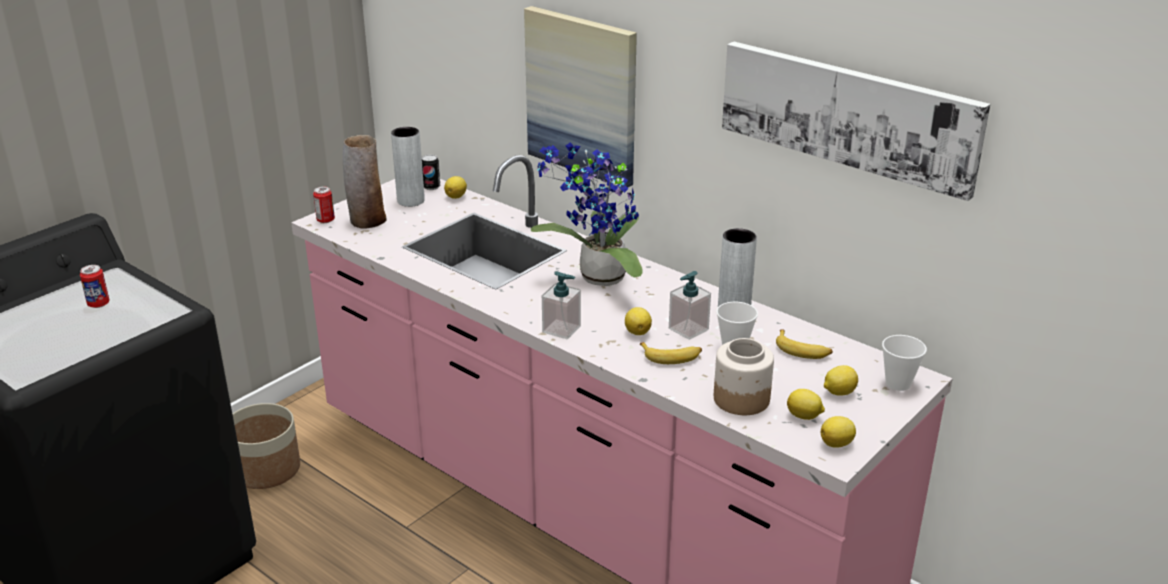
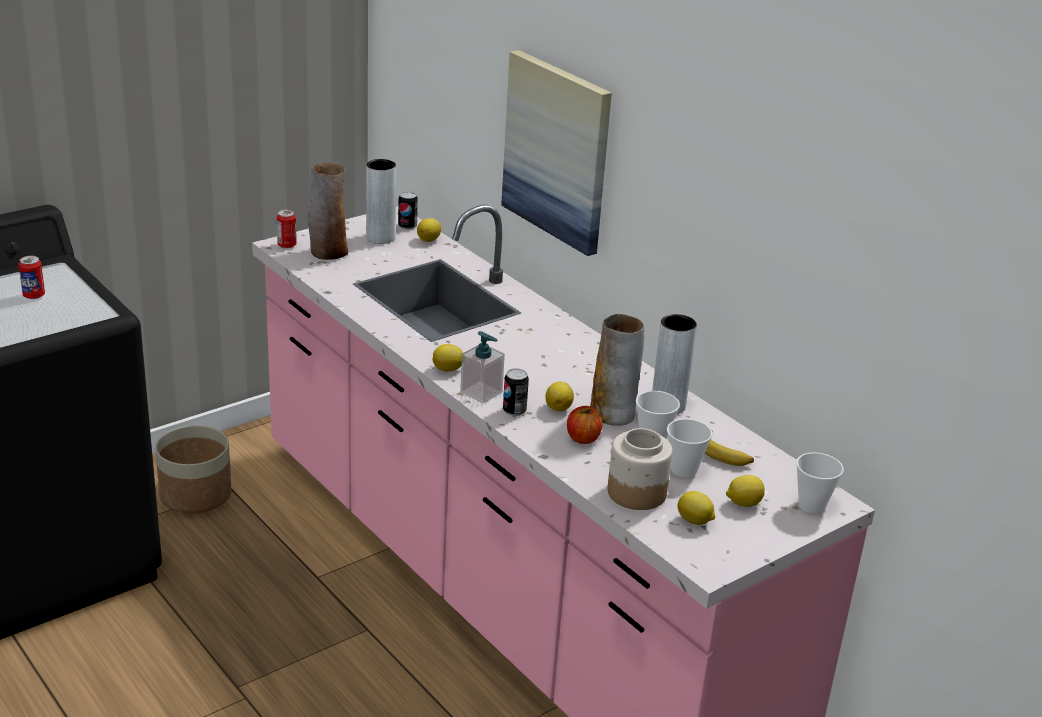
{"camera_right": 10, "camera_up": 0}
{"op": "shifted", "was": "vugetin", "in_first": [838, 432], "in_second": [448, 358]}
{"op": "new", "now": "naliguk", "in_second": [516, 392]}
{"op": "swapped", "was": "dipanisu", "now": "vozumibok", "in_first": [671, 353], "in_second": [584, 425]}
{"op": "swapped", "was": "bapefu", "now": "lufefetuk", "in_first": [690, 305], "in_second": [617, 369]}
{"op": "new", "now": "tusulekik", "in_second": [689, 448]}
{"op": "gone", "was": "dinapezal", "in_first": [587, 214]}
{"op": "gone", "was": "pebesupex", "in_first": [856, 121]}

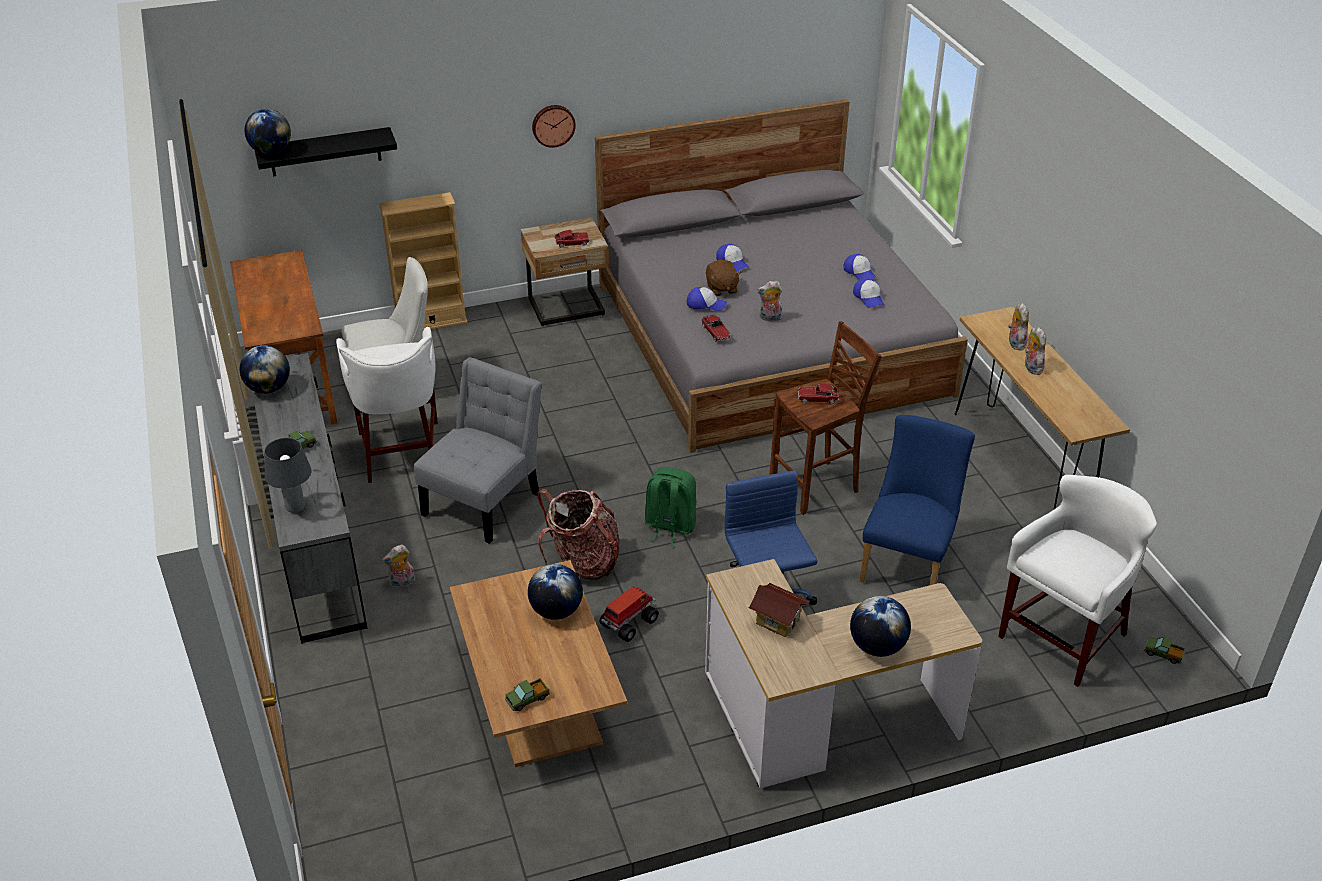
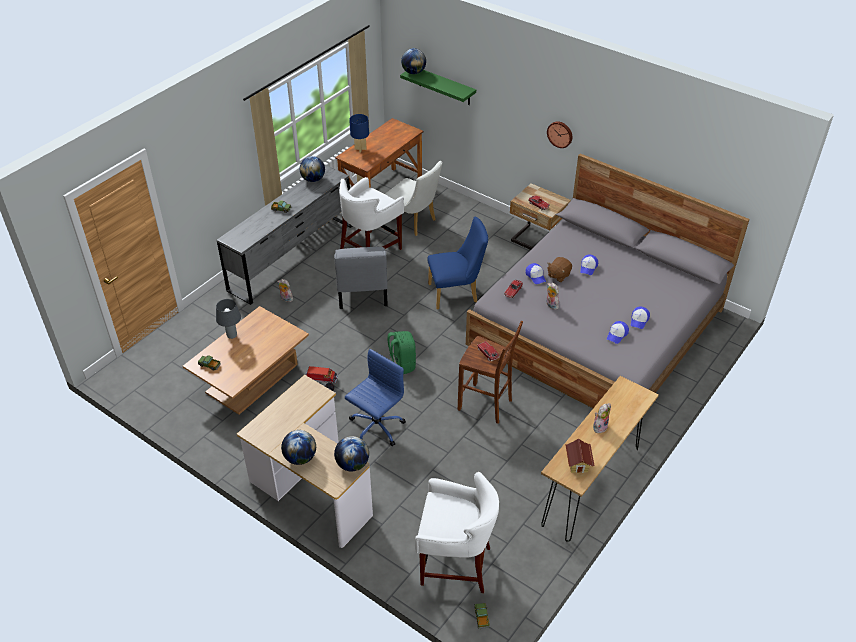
{"camera_right": 55, "camera_up": 5}
{"op": "shifted", "was": "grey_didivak", "in_first": [287, 475], "in_second": [228, 319]}
{"op": "rotated", "was": "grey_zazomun", "in_first": [478, 450], "in_second": [361, 278], "clockwise": 90}
{"op": "shifted", "was": "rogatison", "in_first": [555, 592], "in_second": [351, 453]}
{"op": "new", "now": "blue_didivak", "in_second": [359, 133]}
{"op": "repainted", "was": "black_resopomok", "now": "green_resopomok", "in_first": [326, 151], "in_second": [438, 87]}
{"op": "shifted", "was": "blue_zazomun", "in_first": [917, 500], "in_second": [457, 263]}
{"op": "shifted", "was": "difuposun", "in_first": [779, 610], "in_second": [580, 456]}
{"op": "gone", "was": "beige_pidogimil", "in_first": [423, 260]}
{"op": "gone", "was": "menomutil", "in_first": [578, 534]}
{"op": "gone", "was": "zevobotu", "in_first": [1018, 326]}

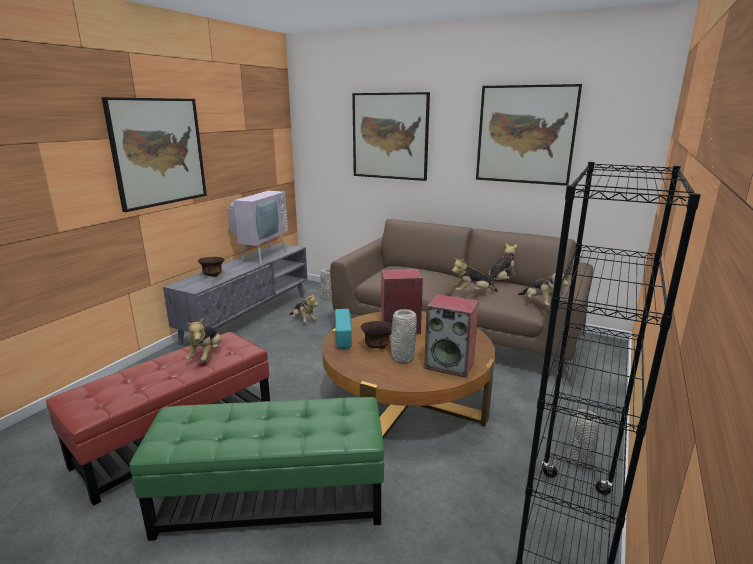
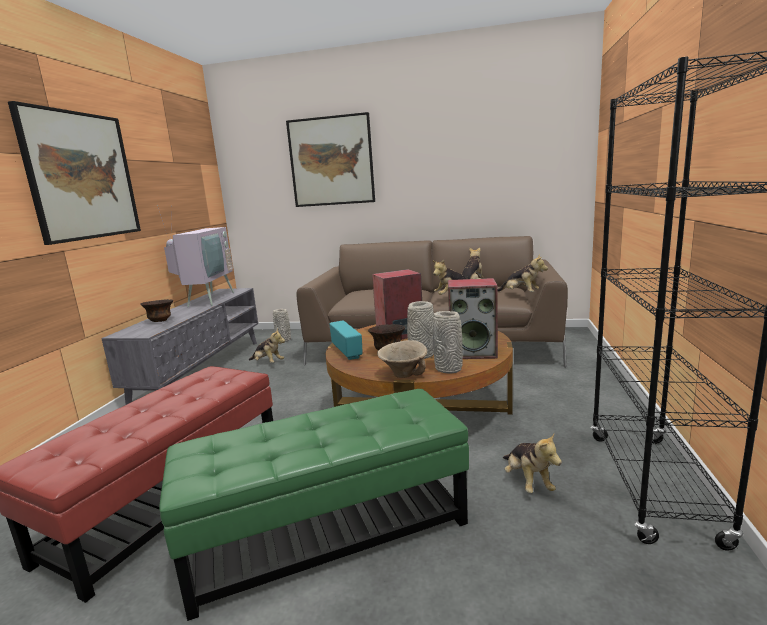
{"camera_right": -15, "camera_up": -5}
{"op": "new", "now": "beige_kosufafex", "in_second": [402, 359]}
{"op": "shifted", "was": "grey_lufefetuk", "in_first": [583, 439], "in_second": [447, 342]}
{"op": "shifted", "was": "zevobotu", "in_first": [203, 340], "in_second": [532, 463]}
{"op": "gone", "was": "pebesupex", "in_first": [529, 135]}

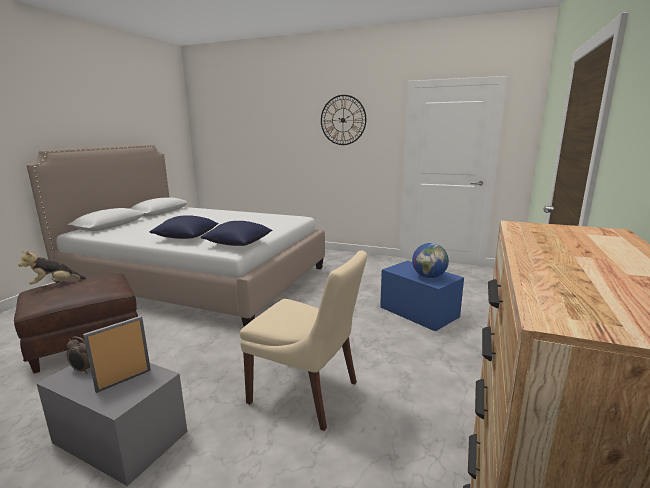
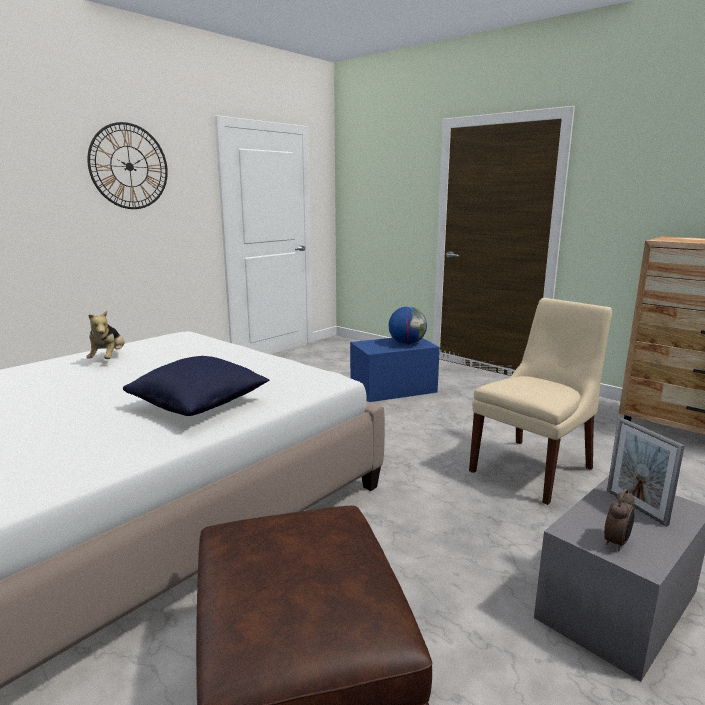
{"camera_right": -70, "camera_up": 0}
{"op": "shifted", "was": "zevobotu", "in_first": [52, 268], "in_second": [105, 334]}
{"op": "gone", "was": "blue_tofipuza", "in_first": [237, 233]}

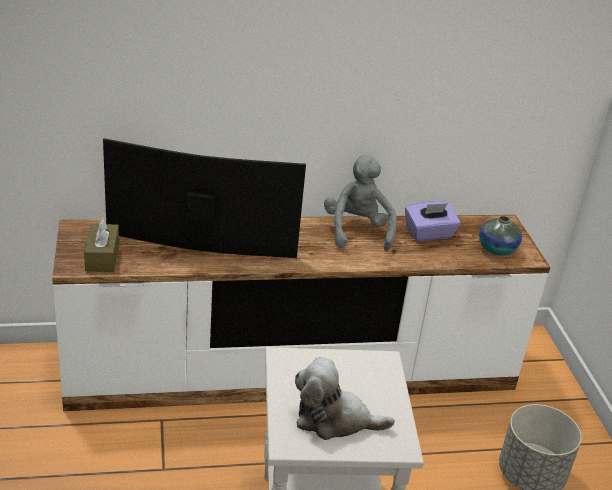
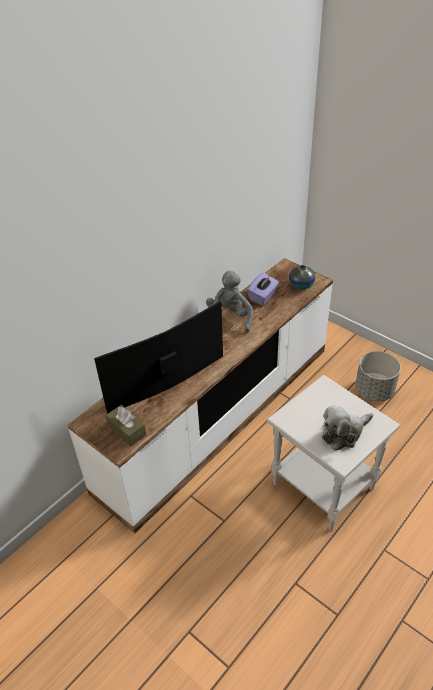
{"camera_right": -35, "camera_up": 10}
{"op": "rotated", "was": "grey_zevobotu", "in_first": [360, 203], "in_second": [229, 302], "clockwise": 45}

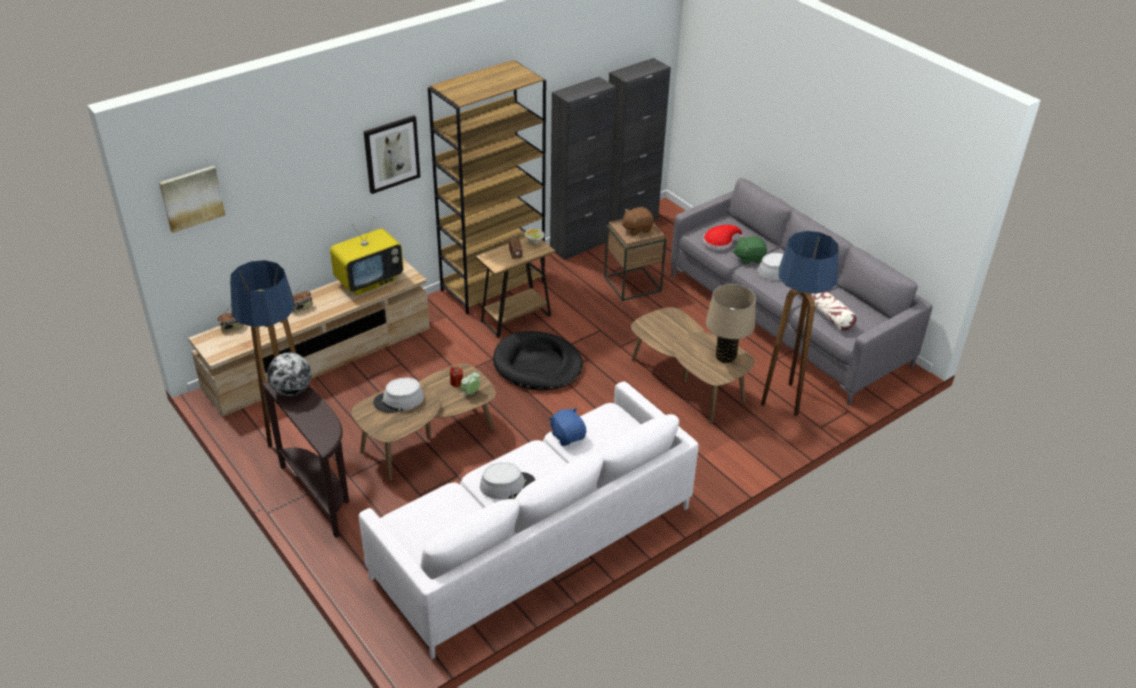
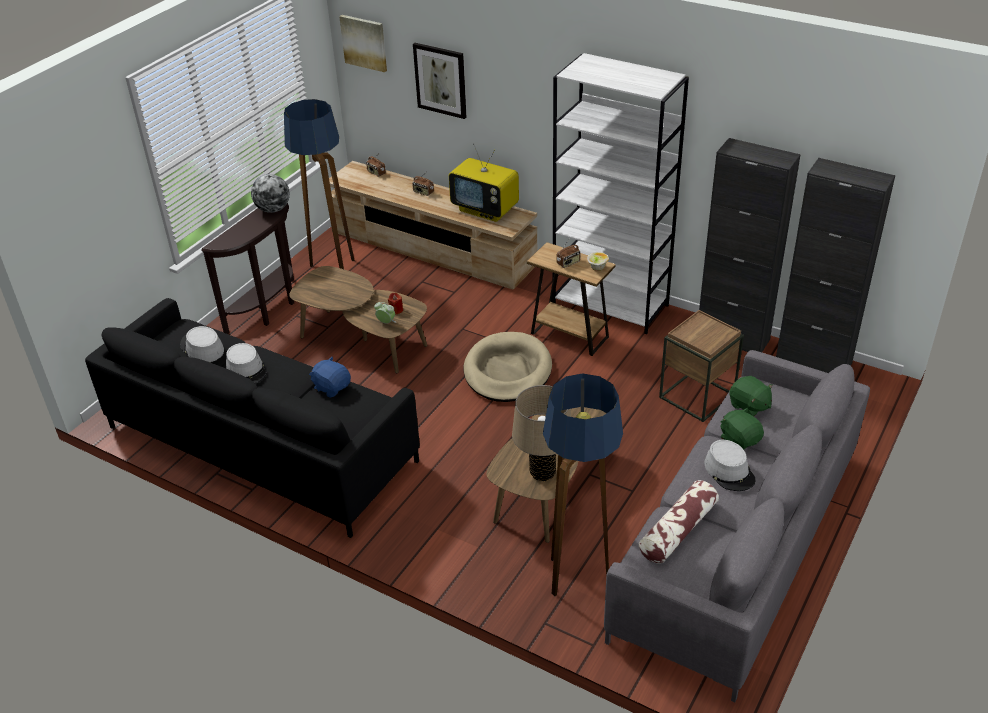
{"camera_right": 70, "camera_up": 0}
{"op": "repainted", "was": "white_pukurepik", "now": "black_pukurepik", "in_first": [528, 520], "in_second": [252, 418]}
{"op": "shifted", "was": "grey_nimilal", "in_first": [398, 395], "in_second": [202, 344]}
{"op": "rotated", "was": "blue_zevobotu", "in_first": [567, 427], "in_second": [330, 377], "clockwise": -90}
{"op": "shifted", "was": "pebesupex", "in_first": [391, 154], "in_second": [439, 81]}
{"op": "repainted", "was": "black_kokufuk", "now": "beige_kokufuk", "in_first": [538, 360], "in_second": [508, 367]}
{"op": "repainted", "was": "brown_pidogimil", "now": "white_pidogimil", "in_first": [487, 187], "in_second": [621, 193]}
{"op": "swapped", "was": "red_nimilal", "now": "green_zevobotu", "in_first": [723, 237], "in_second": [751, 396]}
{"op": "gone", "was": "brown_zevobotu", "in_first": [638, 221]}

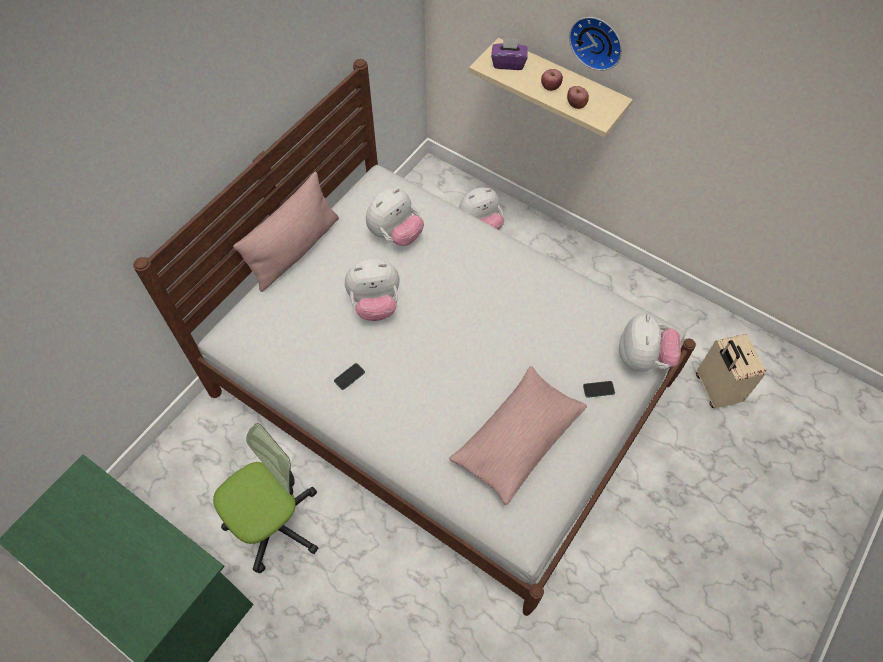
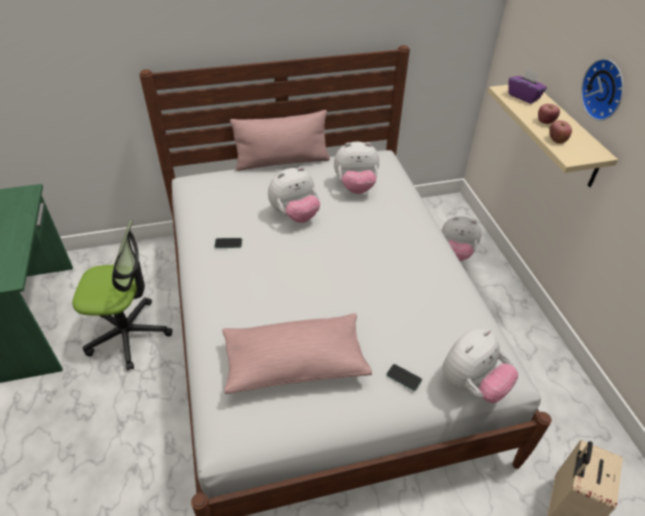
{"camera_right": 40, "camera_up": -15}
{"op": "rotated", "was": "zevobotu", "in_first": [372, 290], "in_second": [294, 195], "clockwise": -60}

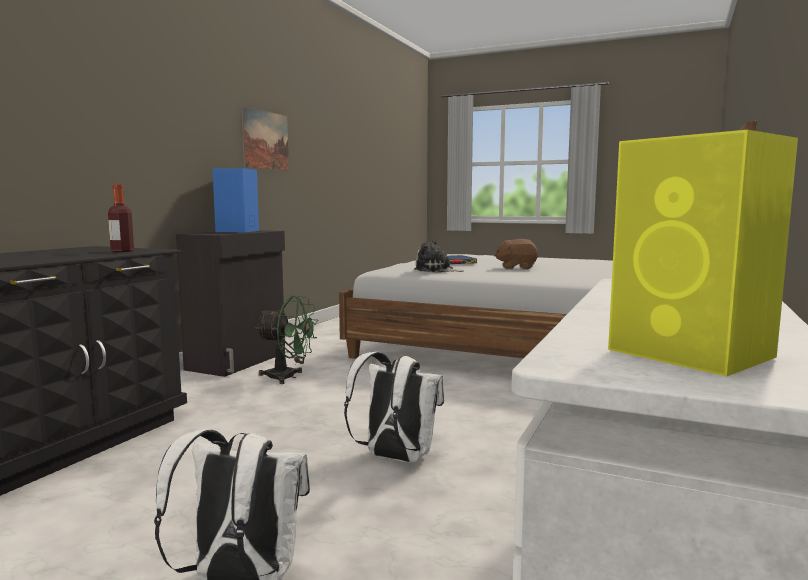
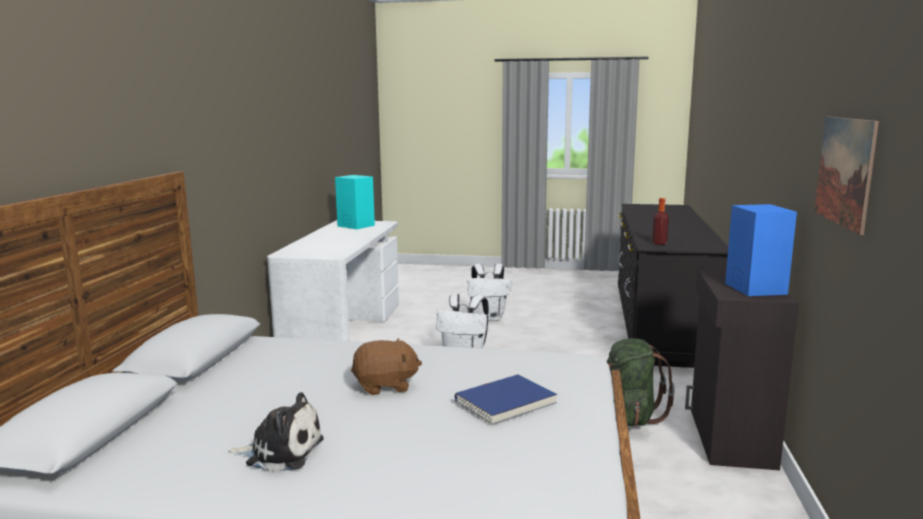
{"camera_right": 165, "camera_up": 5}
{"op": "shifted", "was": "zevobotu", "in_first": [439, 256], "in_second": [276, 432]}
{"op": "repainted", "was": "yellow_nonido", "now": "turquoise_nonido", "in_first": [703, 253], "in_second": [355, 202]}
{"op": "swapped", "was": "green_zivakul", "now": "green_menomutil", "in_first": [286, 339], "in_second": [641, 382]}

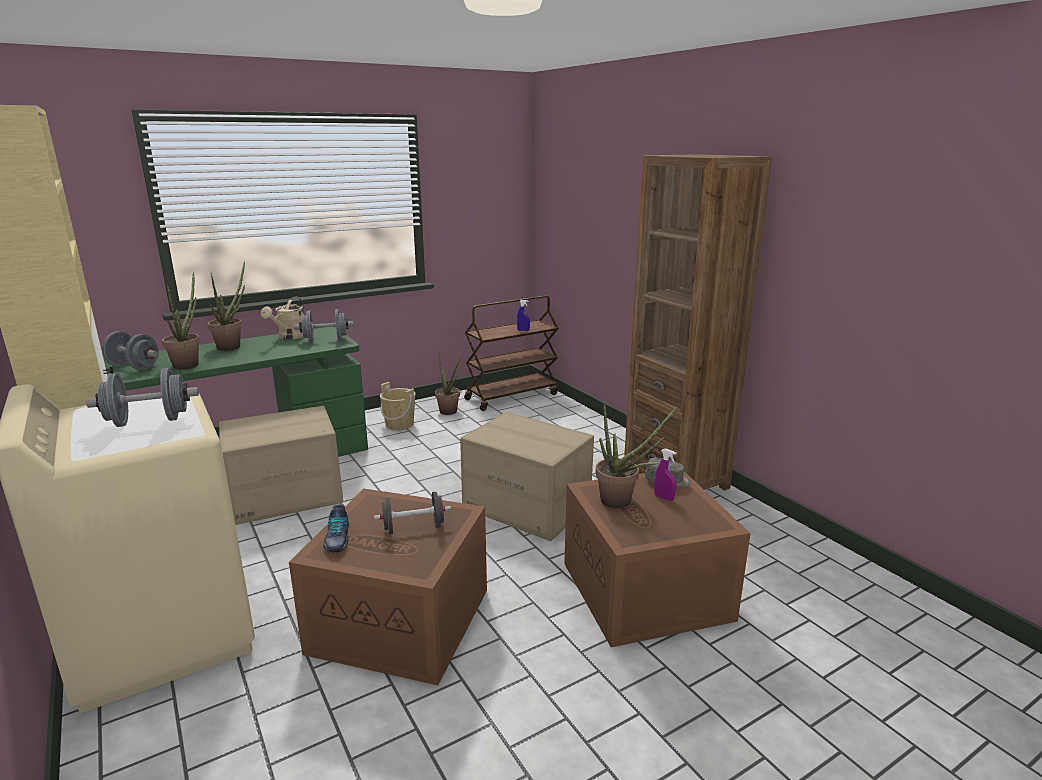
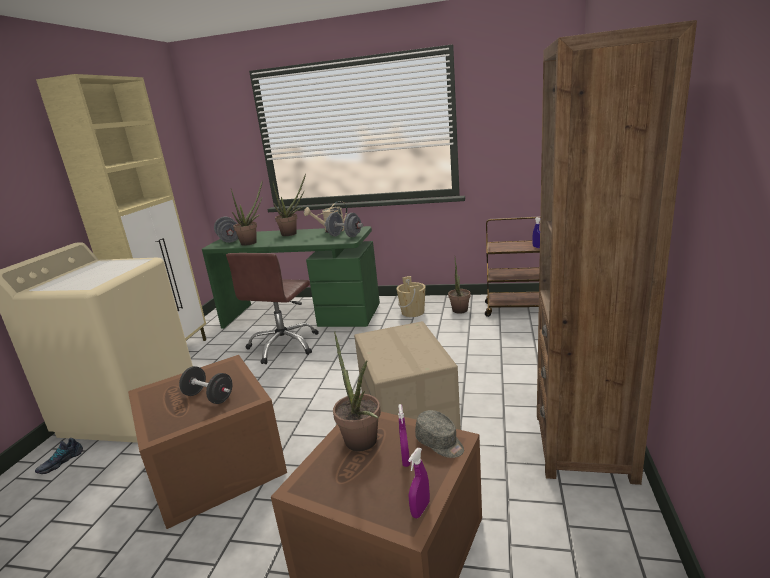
{"camera_right": 45, "camera_up": 0}
{"op": "shifted", "was": "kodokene", "in_first": [336, 528], "in_second": [59, 456]}
{"op": "swapped", "was": "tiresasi", "now": "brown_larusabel", "in_first": [281, 465], "in_second": [272, 308]}
{"op": "new", "now": "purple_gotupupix", "in_second": [419, 483]}
{"op": "gone", "was": "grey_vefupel", "in_first": [142, 397]}

